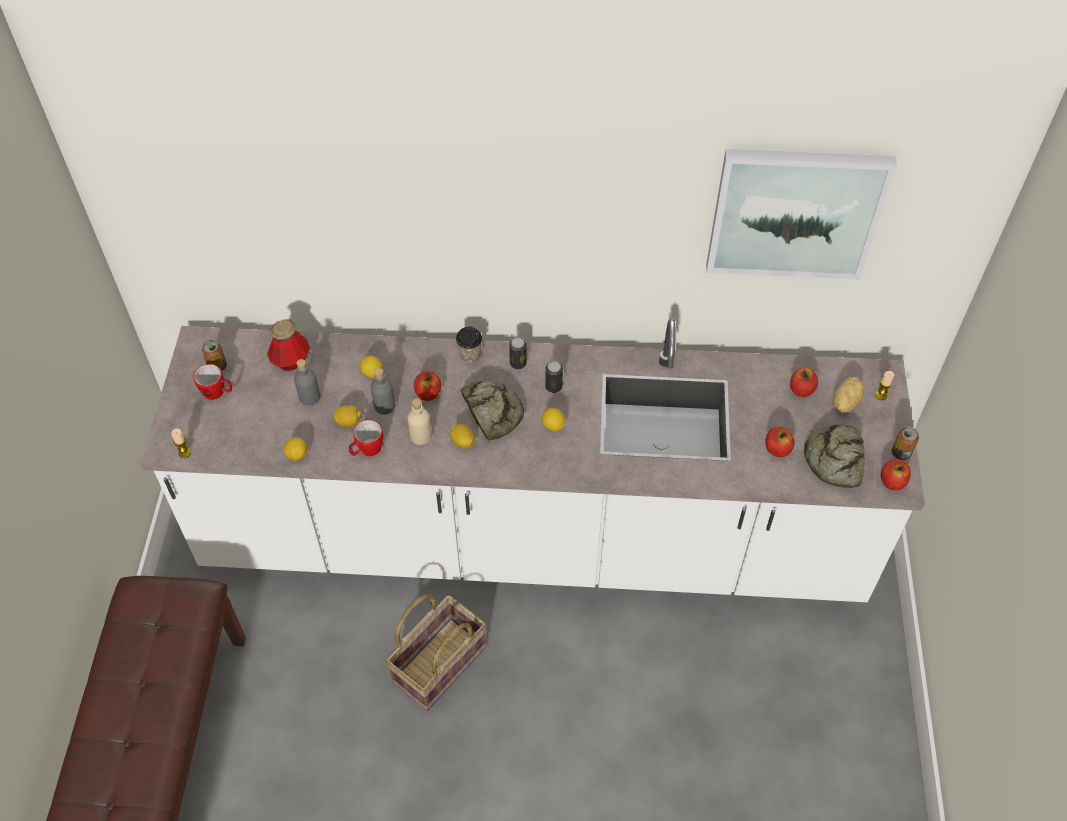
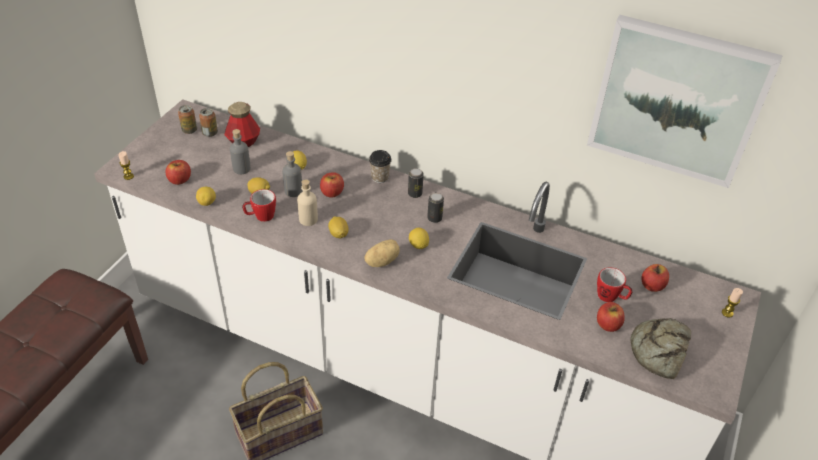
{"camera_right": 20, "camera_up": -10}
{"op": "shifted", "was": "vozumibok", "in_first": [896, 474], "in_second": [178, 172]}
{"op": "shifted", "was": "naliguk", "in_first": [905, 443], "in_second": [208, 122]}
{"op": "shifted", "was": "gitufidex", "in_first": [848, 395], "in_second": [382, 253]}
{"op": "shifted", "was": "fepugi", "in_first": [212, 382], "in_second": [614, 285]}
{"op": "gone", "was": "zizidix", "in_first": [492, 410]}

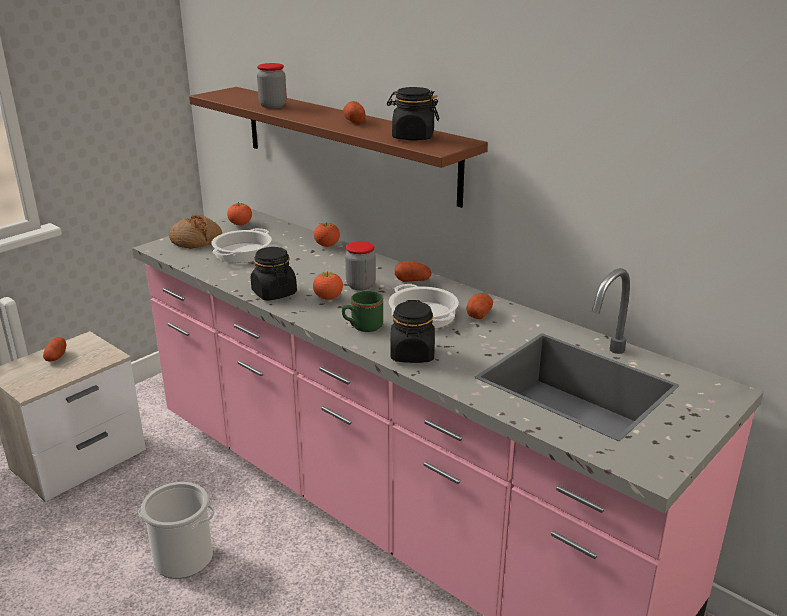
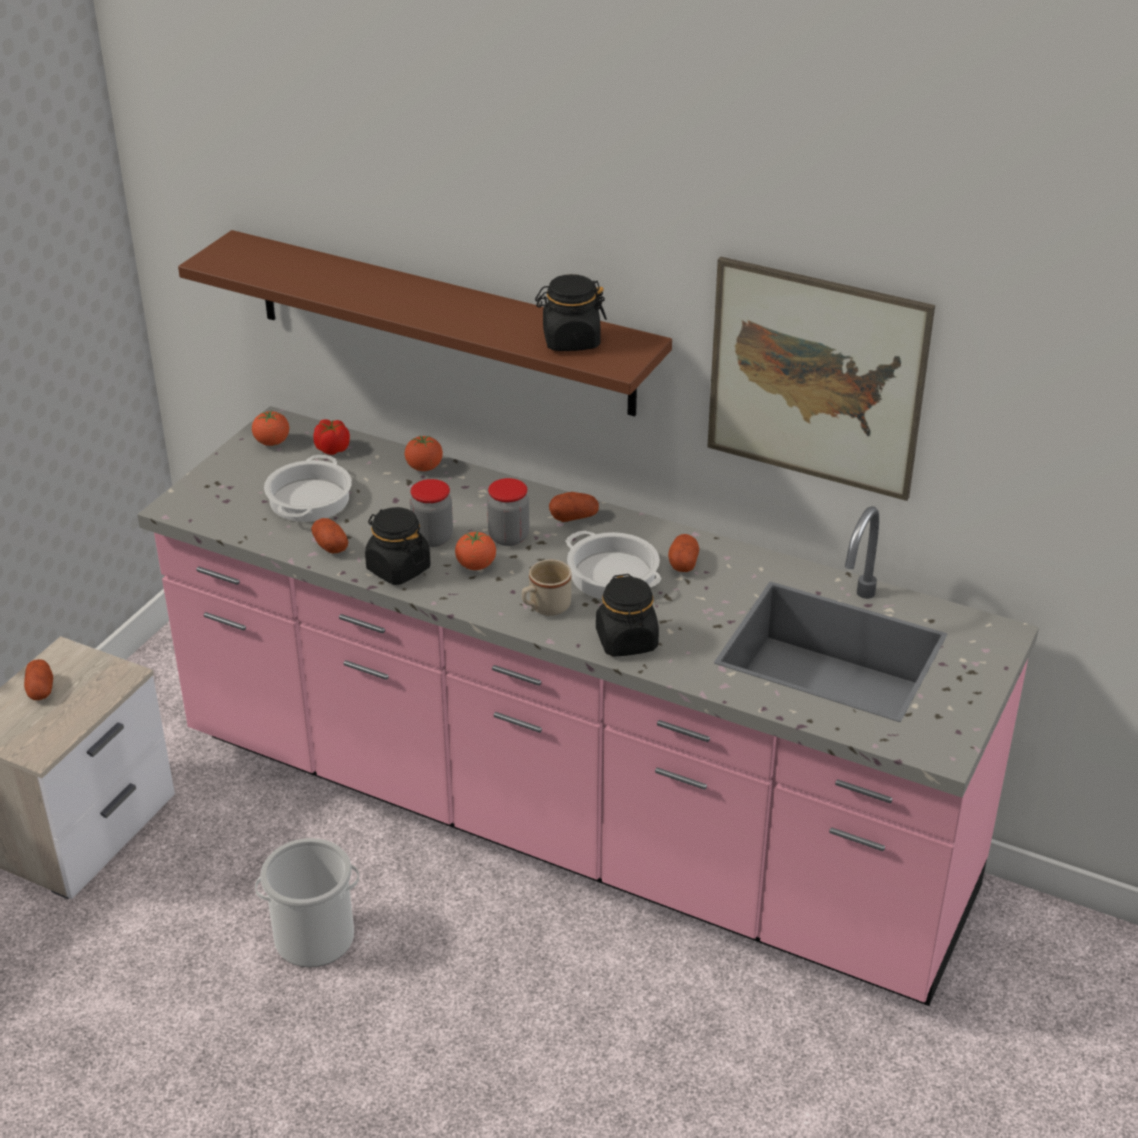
{"camera_right": -15, "camera_up": 10}
{"op": "shifted", "was": "gitufidex", "in_first": [354, 112], "in_second": [329, 535]}
{"op": "new", "now": "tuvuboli", "in_second": [331, 437]}
{"op": "shifted", "was": "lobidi", "in_first": [272, 86], "in_second": [431, 513]}
{"op": "repainted", "was": "green_fepugi", "now": "beige_fepugi", "in_first": [362, 311], "in_second": [547, 588]}
{"op": "new", "now": "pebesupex", "in_second": [821, 378]}
{"op": "gone", "was": "zizidix", "in_first": [195, 231]}

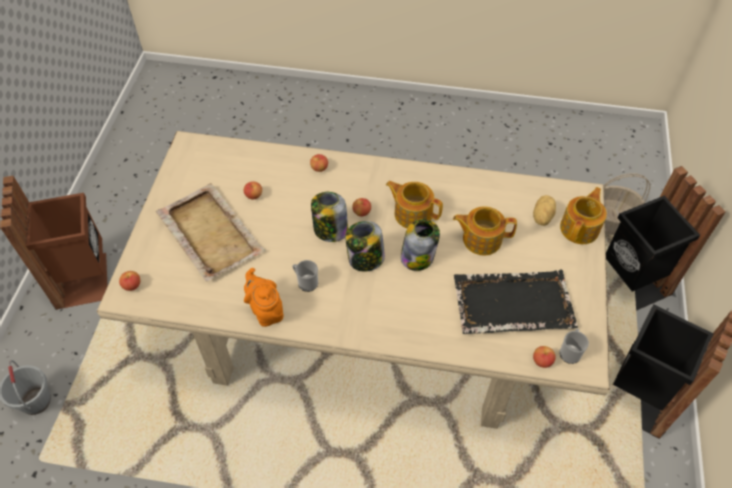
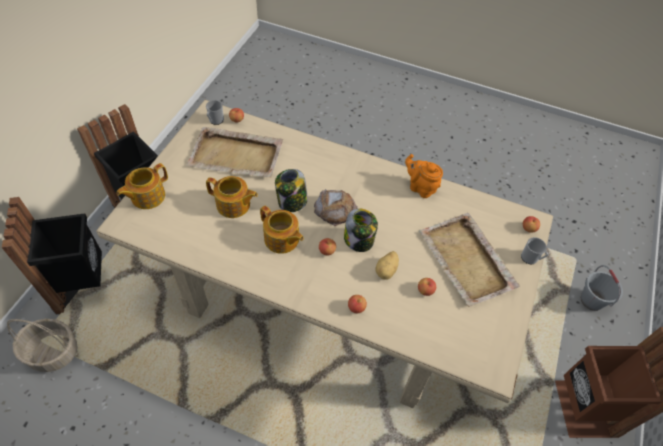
{"camera_right": -170, "camera_up": 0}
{"op": "repainted", "was": "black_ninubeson", "now": "beige_ninubeson", "in_first": [516, 302], "in_second": [234, 152]}
{"op": "swapped", "was": "lobidi", "now": "zizidix", "in_first": [365, 246], "in_second": [336, 207]}
{"op": "shifted", "was": "gitufidex", "in_first": [544, 210], "in_second": [387, 265]}
{"op": "rotated", "was": "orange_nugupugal", "in_first": [263, 297], "in_second": [424, 176], "clockwise": 150}
{"op": "shifted", "was": "fepugi", "in_first": [305, 276], "in_second": [535, 250]}

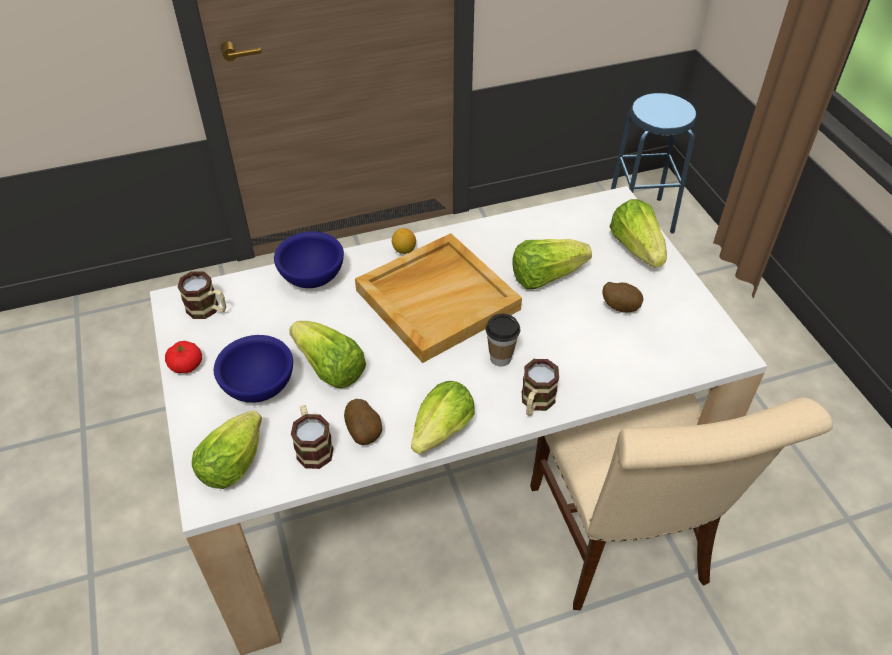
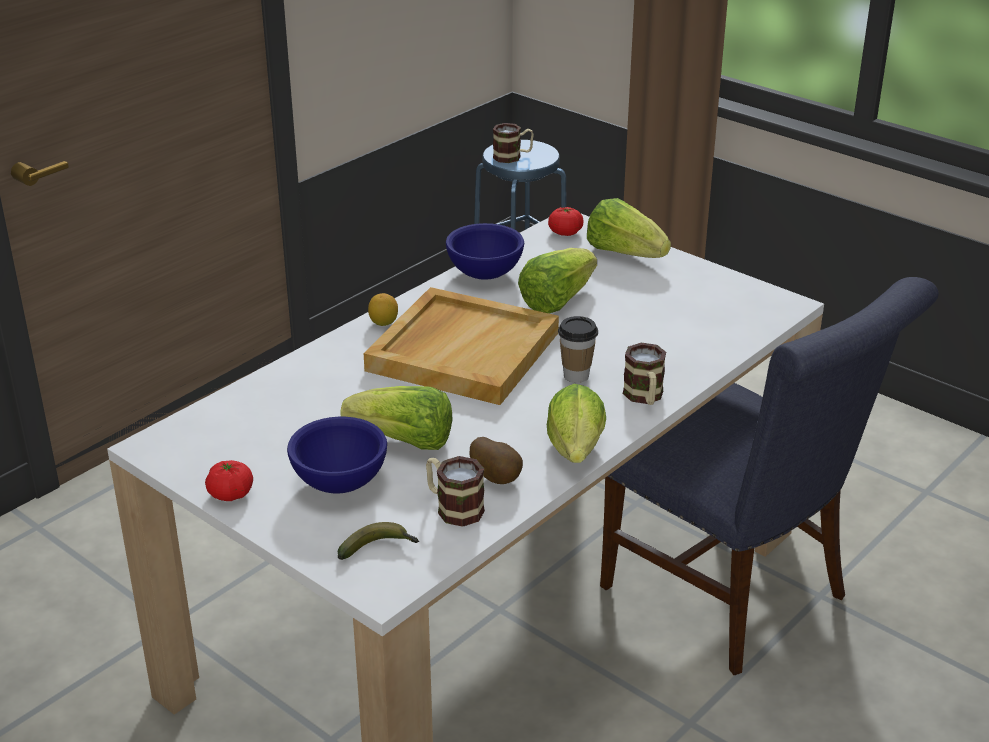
{"camera_right": -30, "camera_up": -15}
{"op": "swapped", "was": "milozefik", "now": "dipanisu", "in_first": [227, 449], "in_second": [378, 541]}
{"op": "shifted", "was": "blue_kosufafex", "in_first": [309, 260], "in_second": [485, 251]}
{"op": "shifted", "was": "fepugi", "in_first": [202, 295], "in_second": [513, 143]}
{"op": "new", "now": "tuvuboli", "in_second": [565, 221]}
{"op": "repainted", "was": "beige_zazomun", "now": "blue_zazomun", "in_first": [681, 501], "in_second": [769, 476]}
{"op": "gone", "was": "gitufidex", "in_first": [623, 297]}

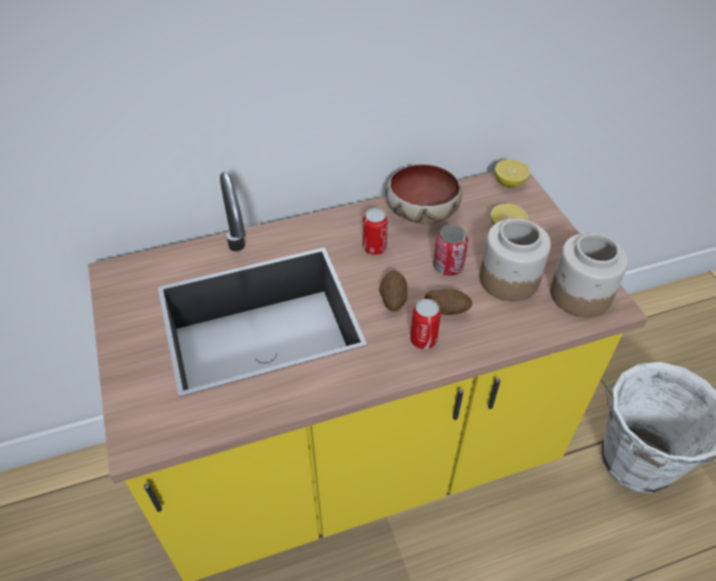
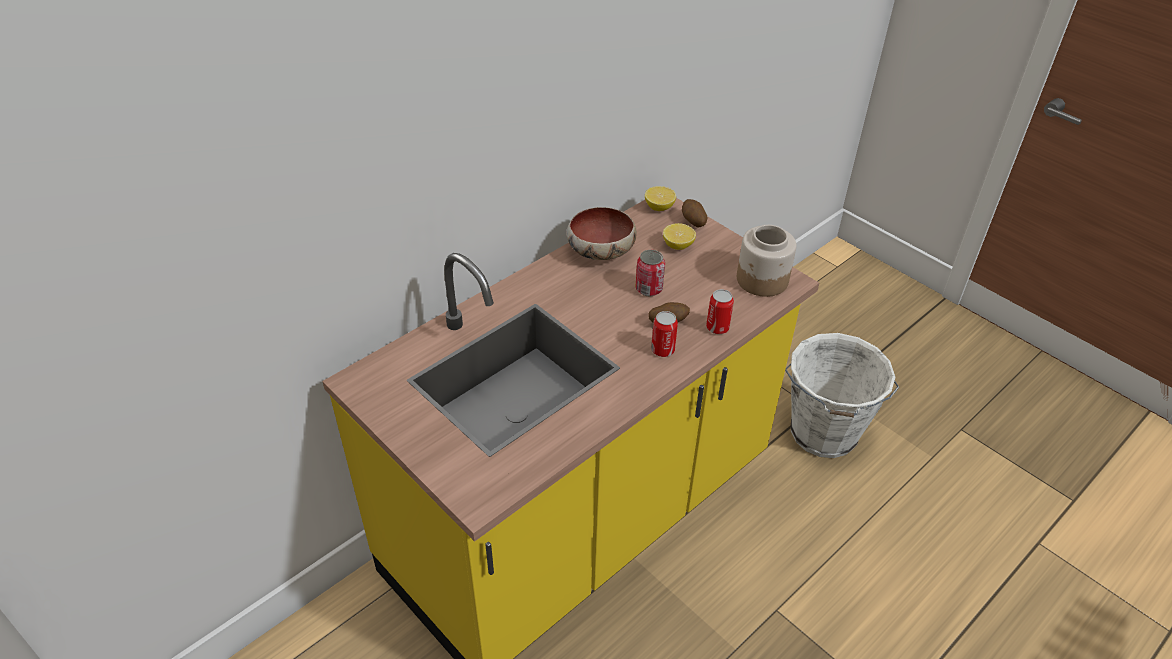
{"camera_right": -25, "camera_up": -5}
{"op": "shifted", "was": "gitufidex", "in_first": [393, 290], "in_second": [694, 213]}
{"op": "shifted", "was": "naliguk", "in_first": [375, 231], "in_second": [720, 311]}
{"op": "gone", "was": "lobidi", "in_first": [515, 259]}

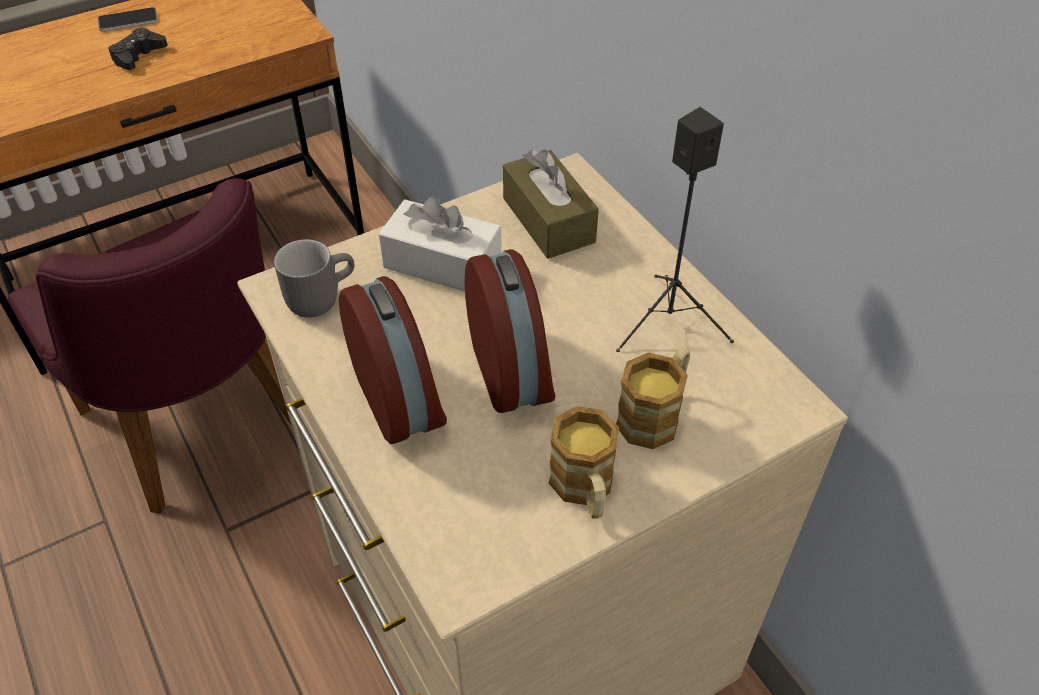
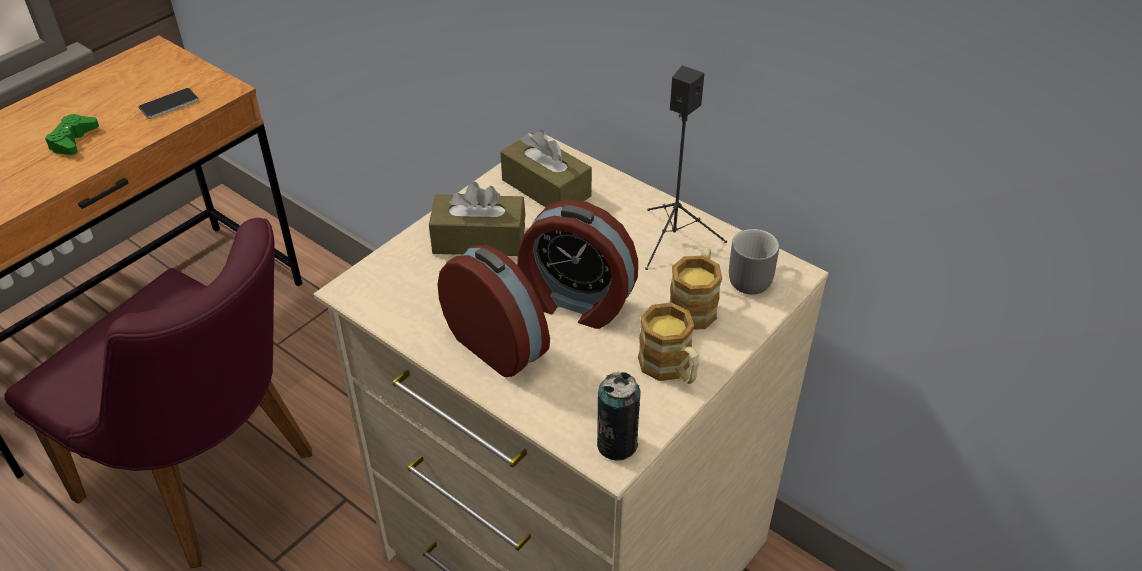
{"camera_right": -20, "camera_up": -5}
{"op": "repainted", "was": "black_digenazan", "now": "green_digenazan", "in_first": [138, 49], "in_second": [72, 134]}
{"op": "shifted", "was": "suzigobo", "in_first": [128, 19], "in_second": [168, 103]}
{"op": "repainted", "was": "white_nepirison", "now": "brown_nepirison", "in_first": [440, 244], "in_second": [477, 219]}
{"op": "rotated", "was": "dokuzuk", "in_first": [509, 331], "in_second": [577, 264], "clockwise": 150}
{"op": "new", "now": "naliguk", "in_second": [618, 416]}
{"op": "shifted", "was": "grey_fepugi", "in_first": [314, 278], "in_second": [754, 261]}

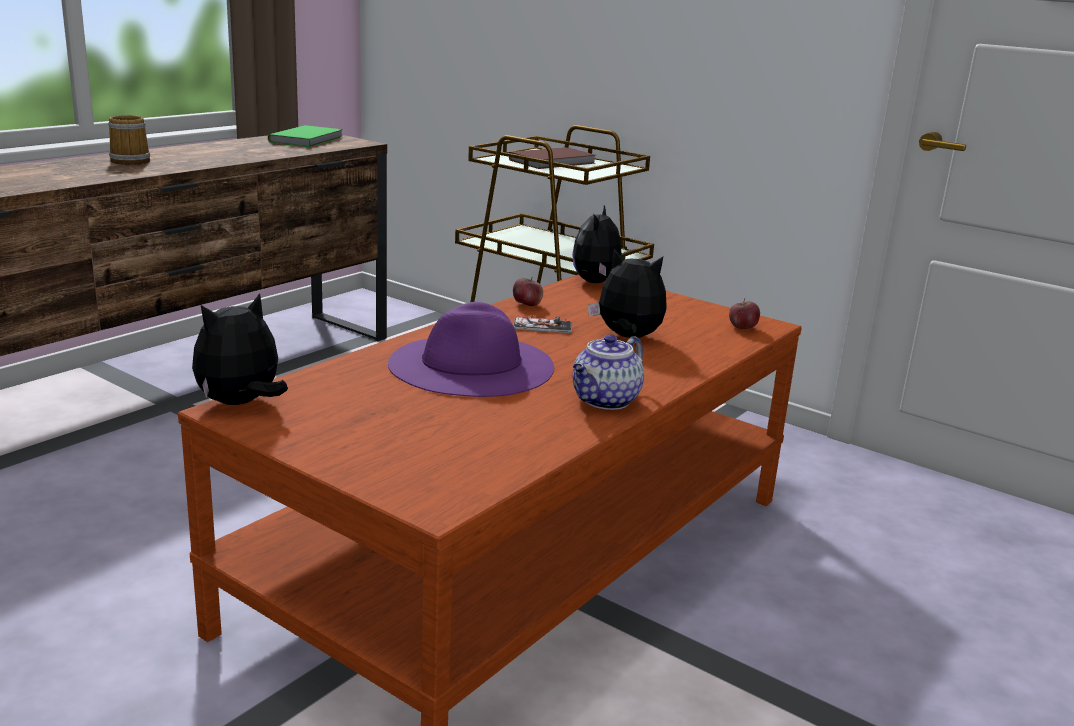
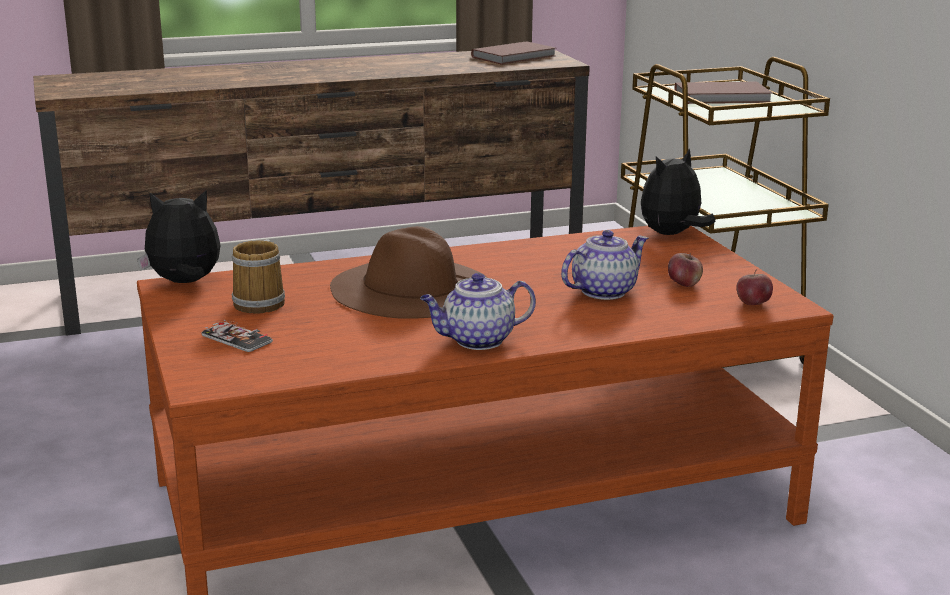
{"camera_right": 35, "camera_up": 0}
{"op": "shifted", "was": "suzigobo", "in_first": [542, 324], "in_second": [237, 336]}
{"op": "shifted", "was": "fepugi", "in_first": [129, 140], "in_second": [258, 276]}
{"op": "repainted", "was": "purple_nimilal", "now": "brown_nimilal", "in_first": [471, 349], "in_second": [409, 272]}
{"op": "repainted", "was": "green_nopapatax", "now": "brown_nopapatax", "in_first": [305, 136], "in_second": [513, 53]}
{"op": "swapped", "was": "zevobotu", "now": "nugupugal", "in_first": [627, 293], "in_second": [604, 265]}
{"op": "shifted", "was": "vozumibok", "in_first": [528, 291], "in_second": [685, 270]}

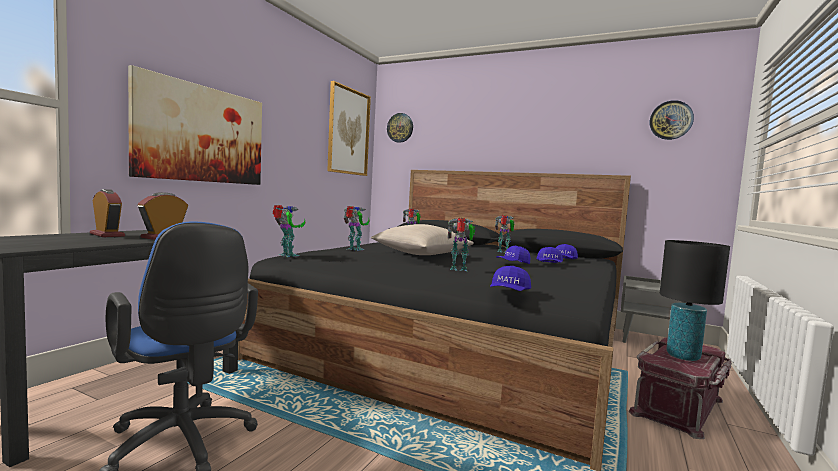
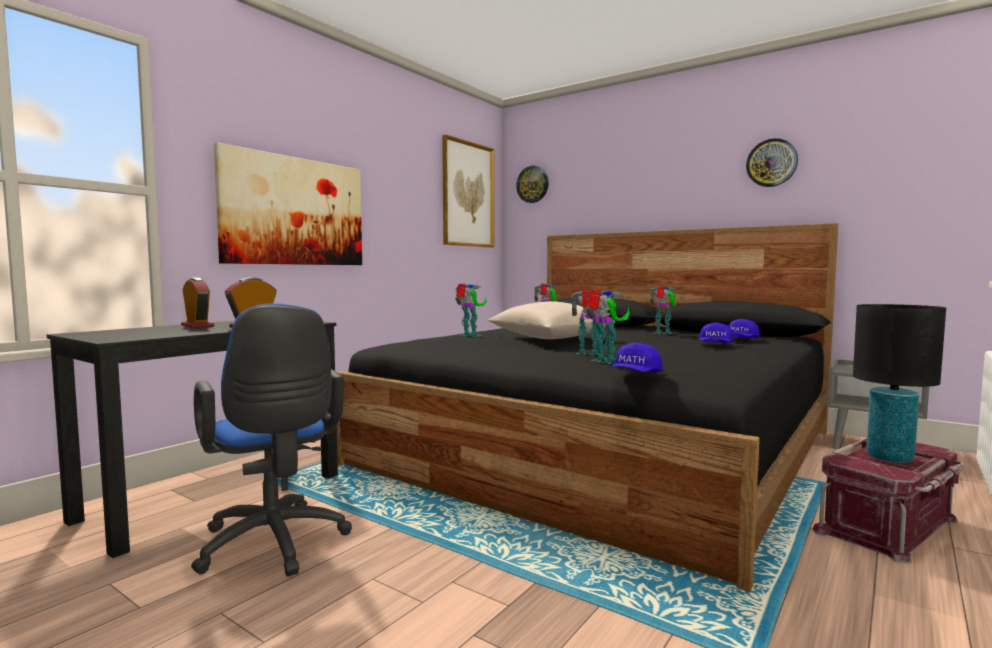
{"camera_right": 10, "camera_up": 0}
{"op": "shifted", "was": "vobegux", "in_first": [288, 231], "in_second": [607, 327]}
{"op": "shifted", "was": "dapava", "in_first": [672, 120], "in_second": [772, 162]}
{"op": "gone", "was": "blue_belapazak", "in_first": [513, 255]}

